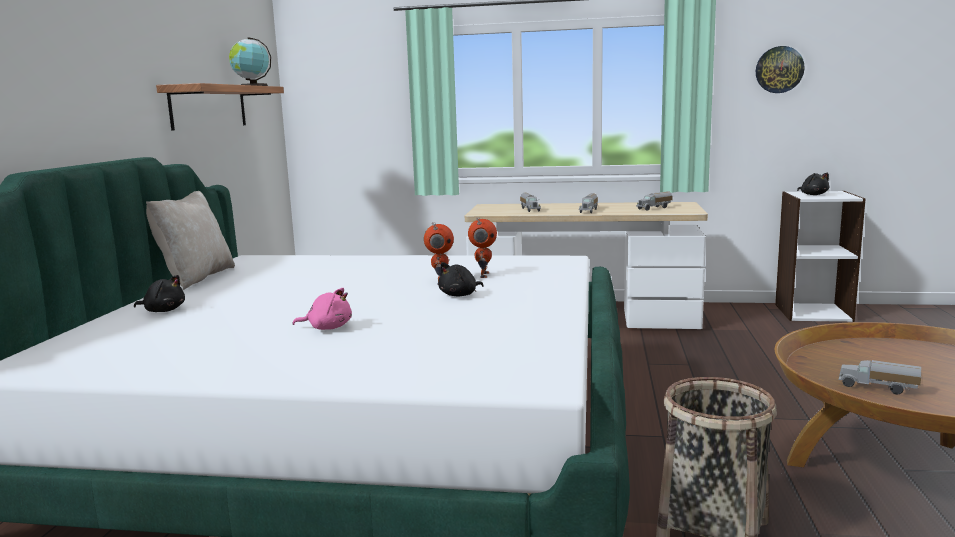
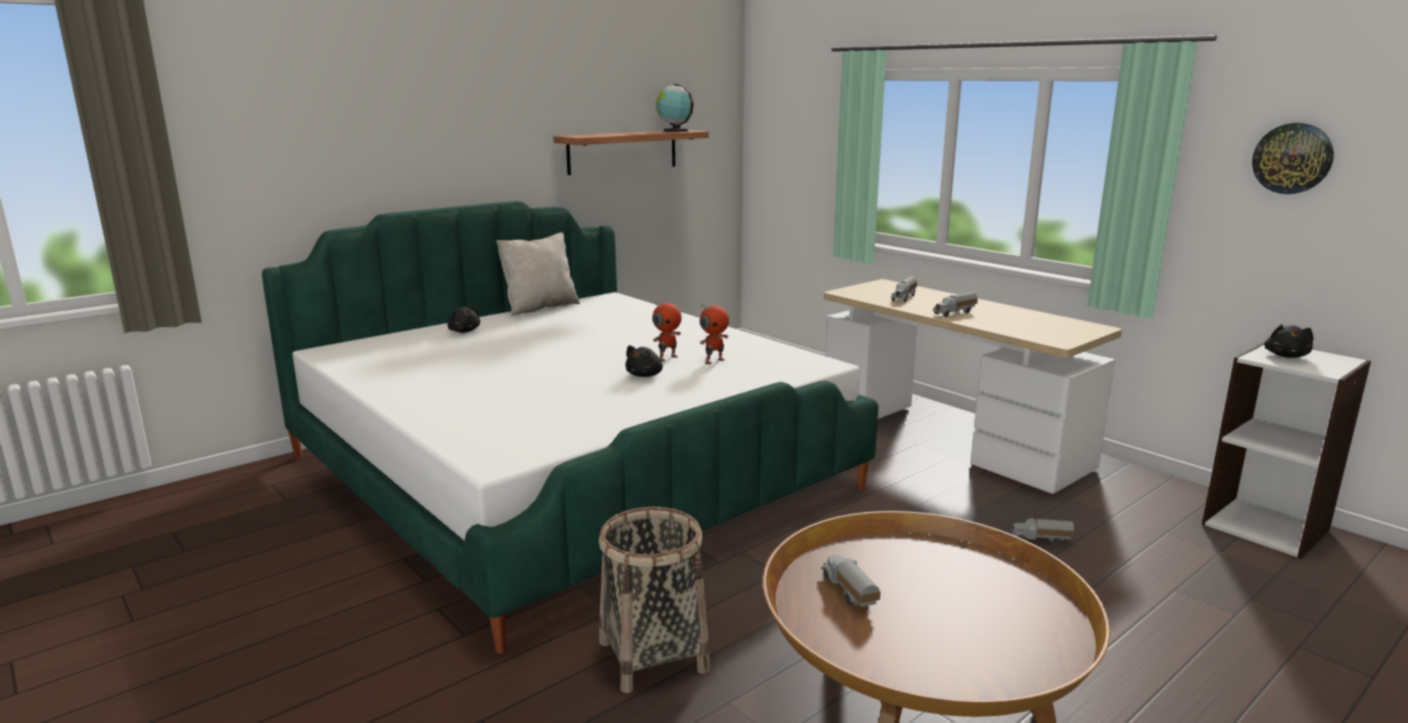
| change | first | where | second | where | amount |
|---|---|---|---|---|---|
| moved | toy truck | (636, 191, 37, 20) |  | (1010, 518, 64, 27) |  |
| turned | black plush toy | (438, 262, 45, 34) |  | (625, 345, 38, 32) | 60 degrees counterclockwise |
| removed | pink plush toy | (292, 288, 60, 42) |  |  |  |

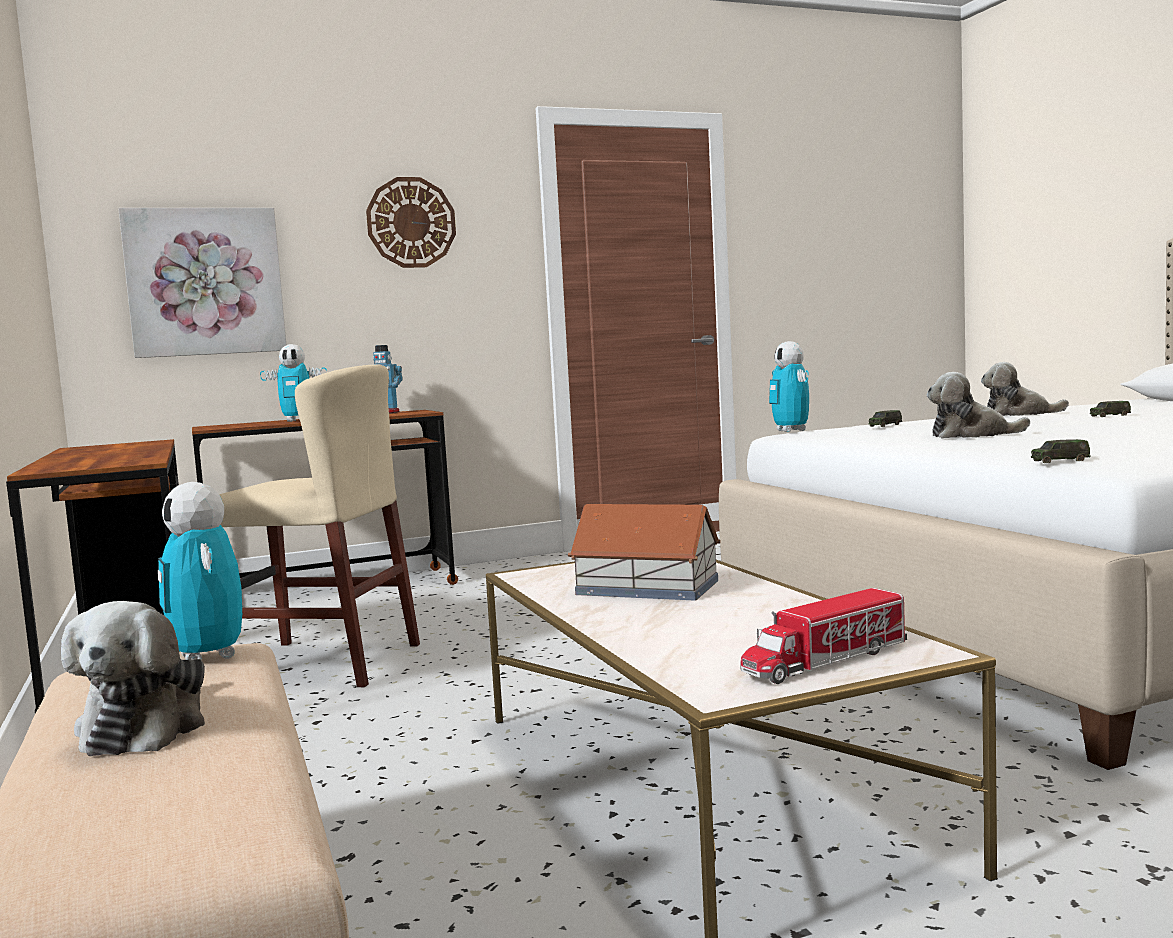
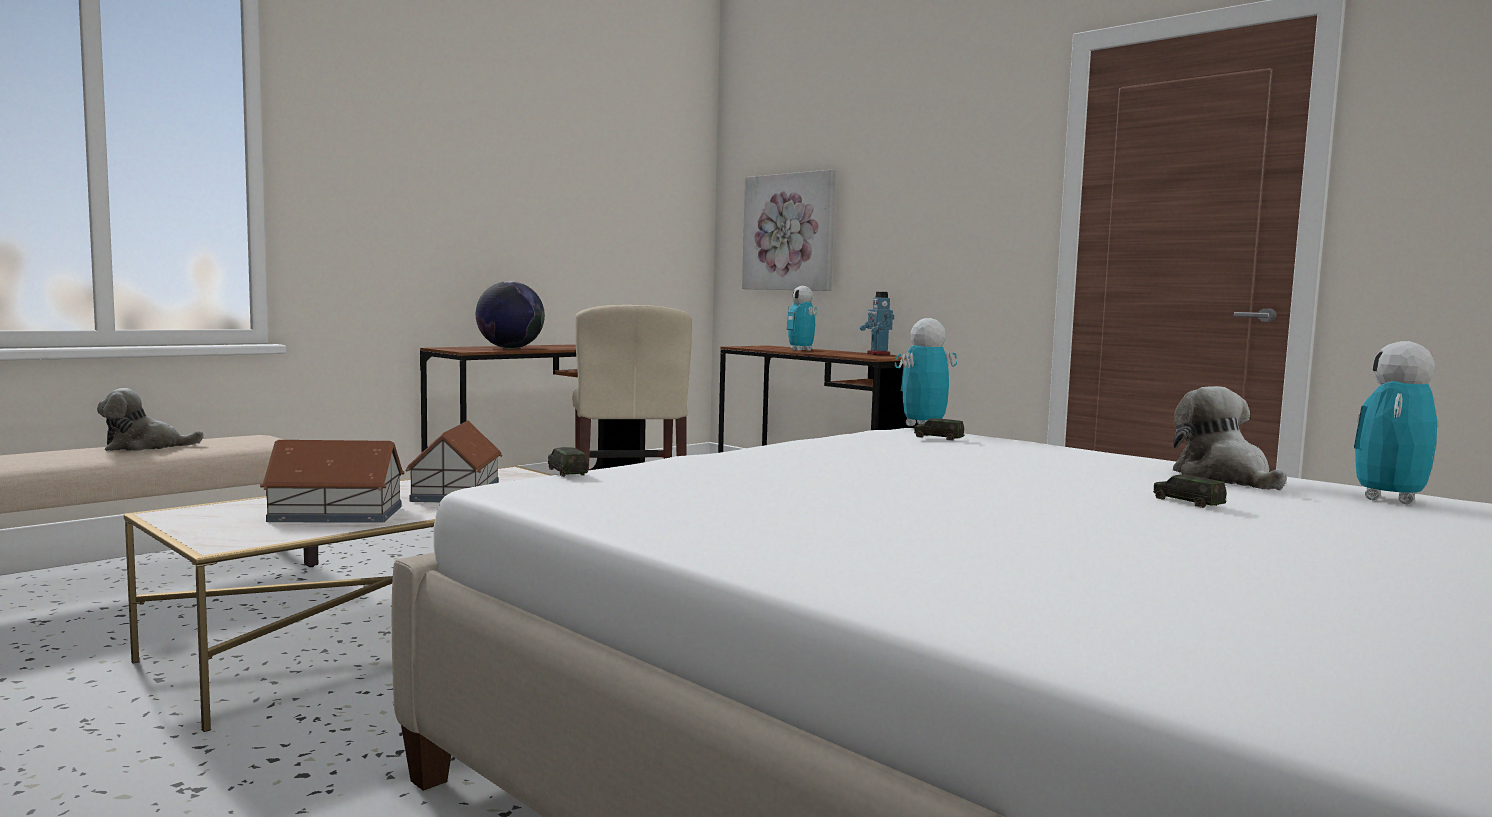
| change | first | where | second | where | amount |
|---|---|---|---|---|---|
| removed | wall clock | (366, 177, 90, 91) |  |  |  |
| removed | plush toy | (927, 372, 103, 66) |  |  |  |
| moved | toy robot | (158, 482, 84, 178) |  | (1354, 341, 83, 163) |  |
| removed | toy truck | (740, 588, 167, 96) |  |  |  |
| added |  |  | globe | (476, 281, 69, 68) |  |
| added |  |  | toy house | (260, 440, 145, 83) |  |

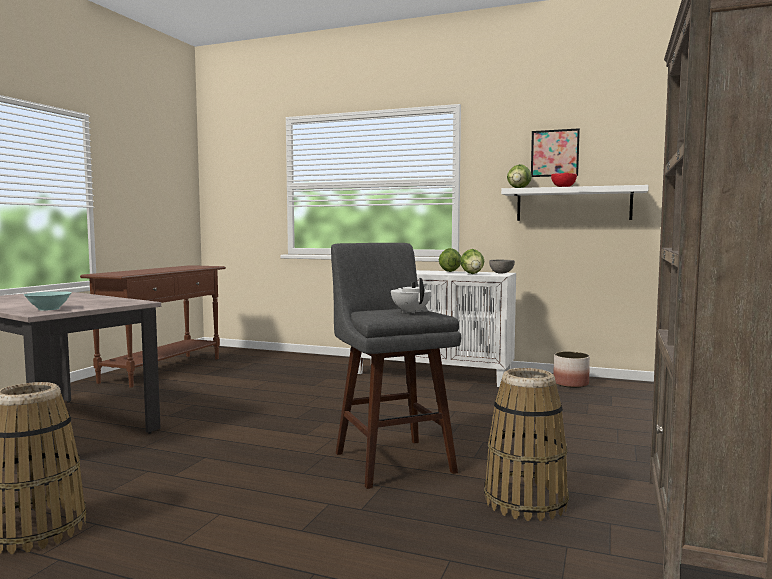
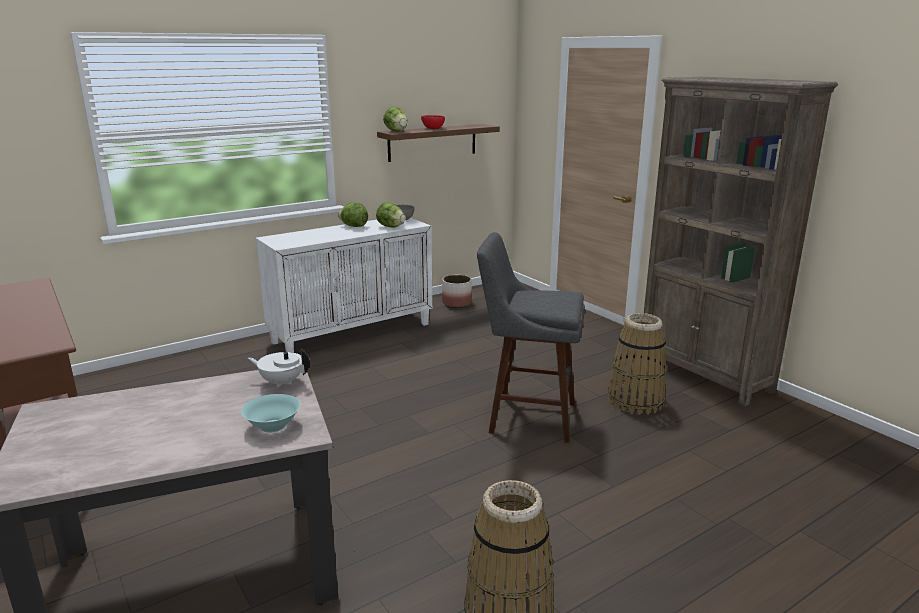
| change | first | where | second | where | amount |
|---|---|---|---|---|---|
| removed | picture | (531, 128, 49, 49) |  |  |  |
| recoloured | white shelf | (501, 185, 148, 36) | brown shelf | (377, 124, 123, 38) |  |
| moved | white teapot | (391, 278, 41, 35) |  | (248, 349, 62, 39) |  |

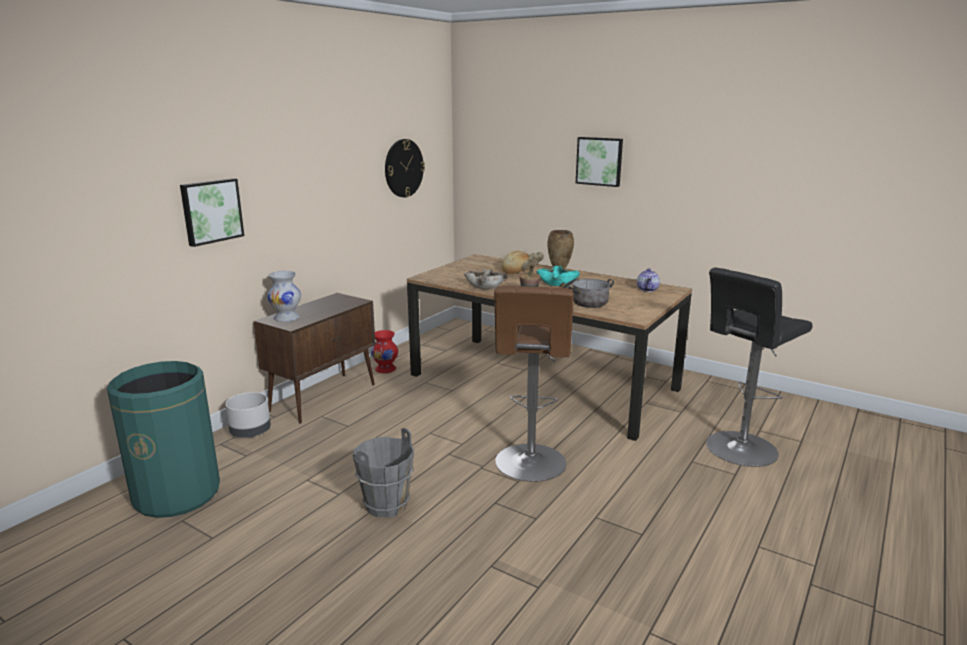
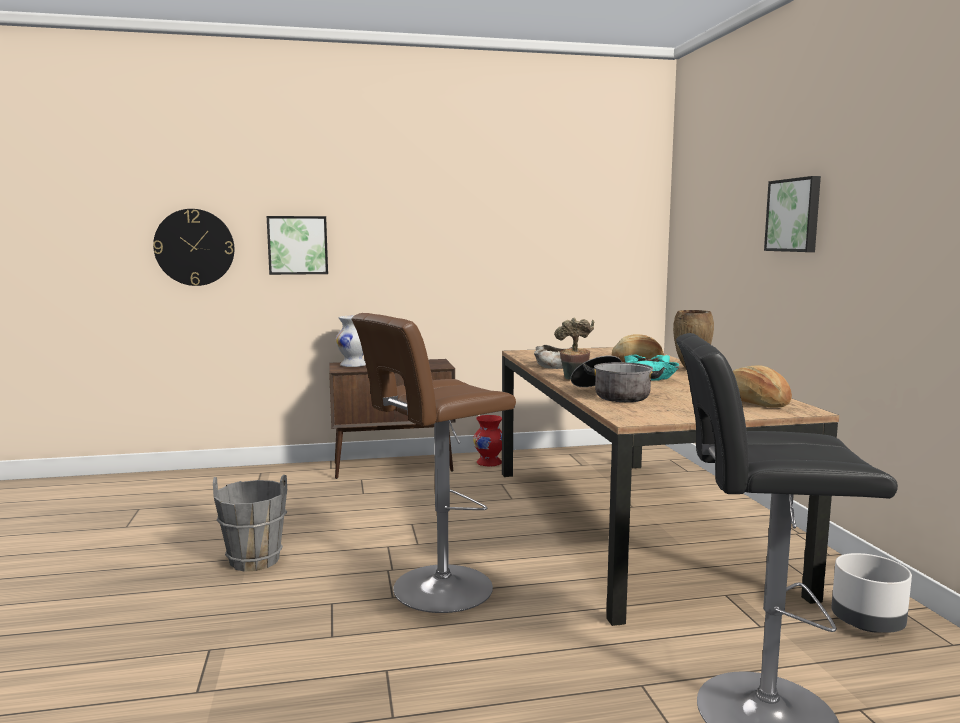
| change | first | where | second | where | amount |
|---|---|---|---|---|---|
| moved | wall clock | (385, 139, 40, 58) |  | (153, 209, 81, 77) |  |
| replaced | teapot | (637, 268, 23, 24) | bread | (733, 365, 59, 43) |  |
| removed | green trash can | (107, 361, 113, 157) |  |  |  |
| moved | grey planter | (225, 392, 46, 46) |  | (831, 553, 81, 80) |  |

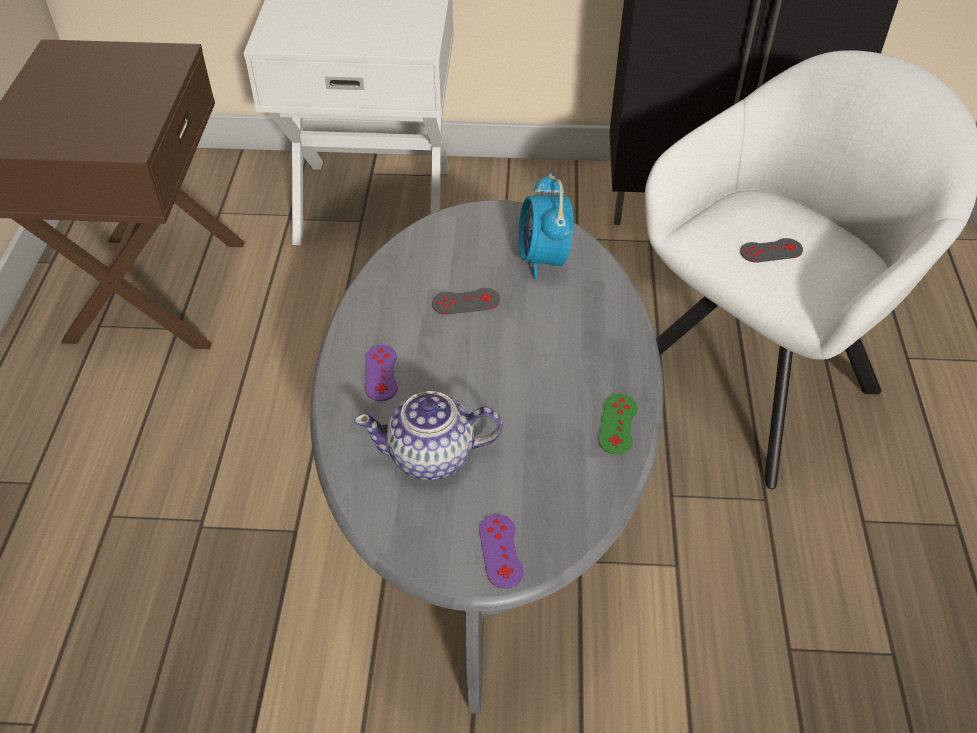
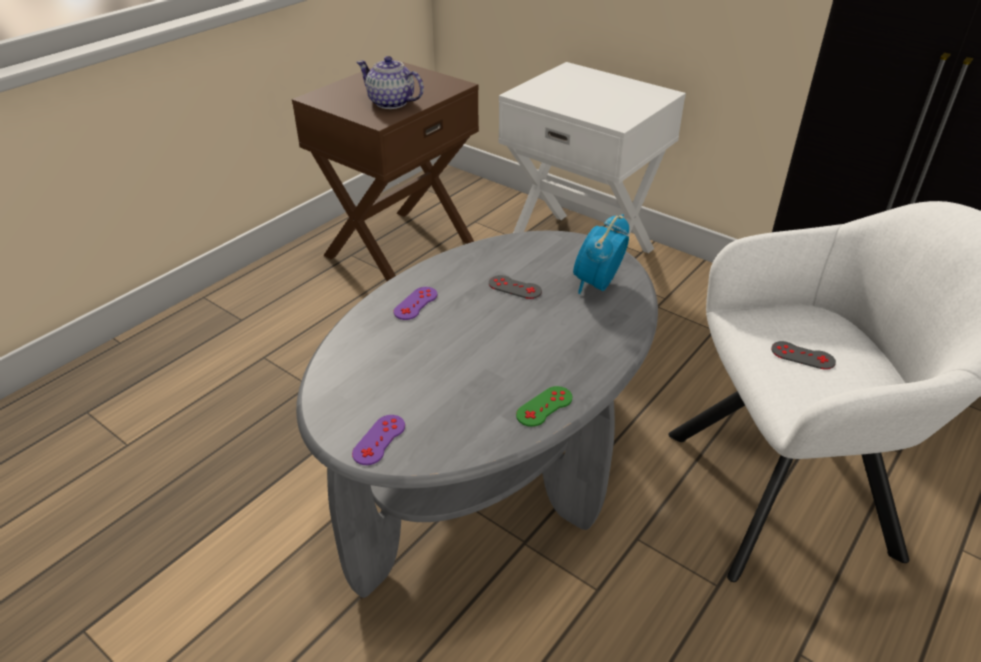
| change | first | where | second | where | amount |
|---|---|---|---|---|---|
| moved | teapot | (354, 391, 149, 89) |  | (357, 56, 67, 53) |  |

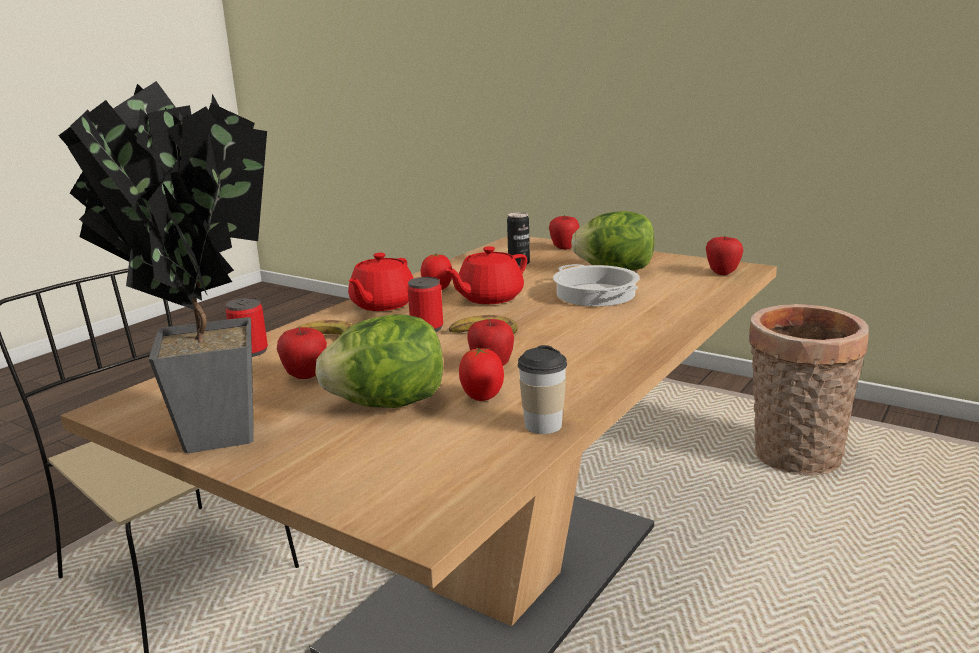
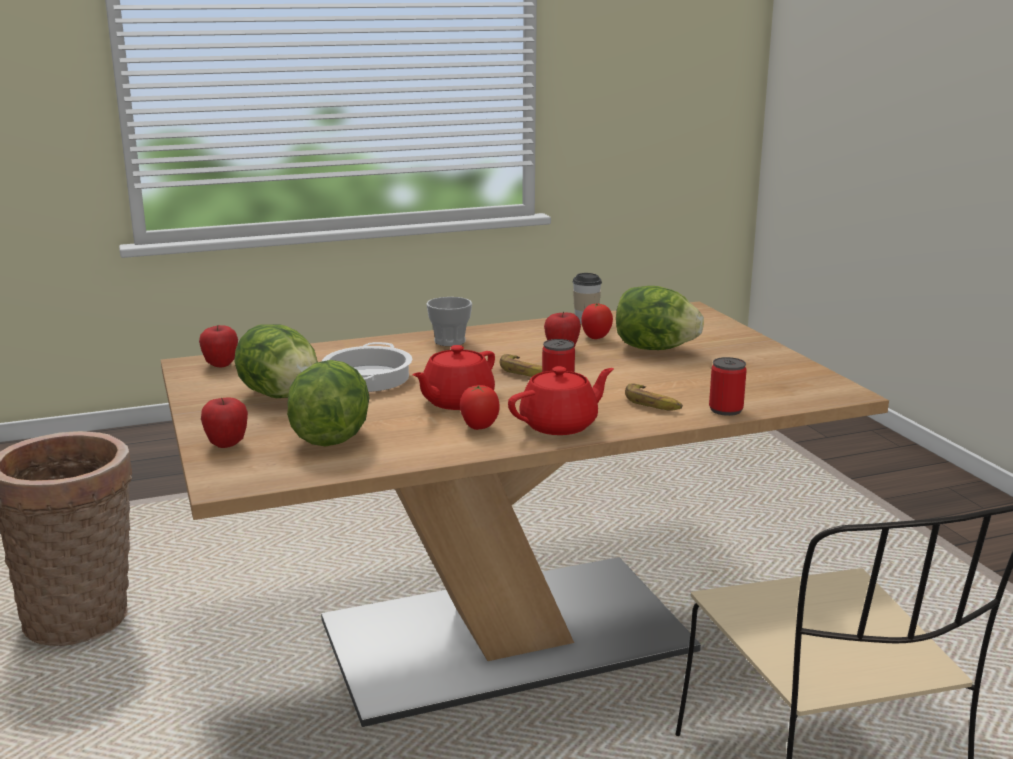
| change | first | where | second | where | amount |
|---|---|---|---|---|---|
| removed | potted plant | (58, 81, 209, 372) |  |  |  |
| replaced | can | (507, 212, 23, 54) | lettuce | (287, 360, 83, 87) |  |
| turned | red teapot | (444, 246, 83, 58) |  | (412, 345, 83, 65) | 135 degrees clockwise |
| removed | apple | (277, 327, 50, 52) |  |  |  |
| added |  |  | cup | (426, 297, 46, 49) |  |

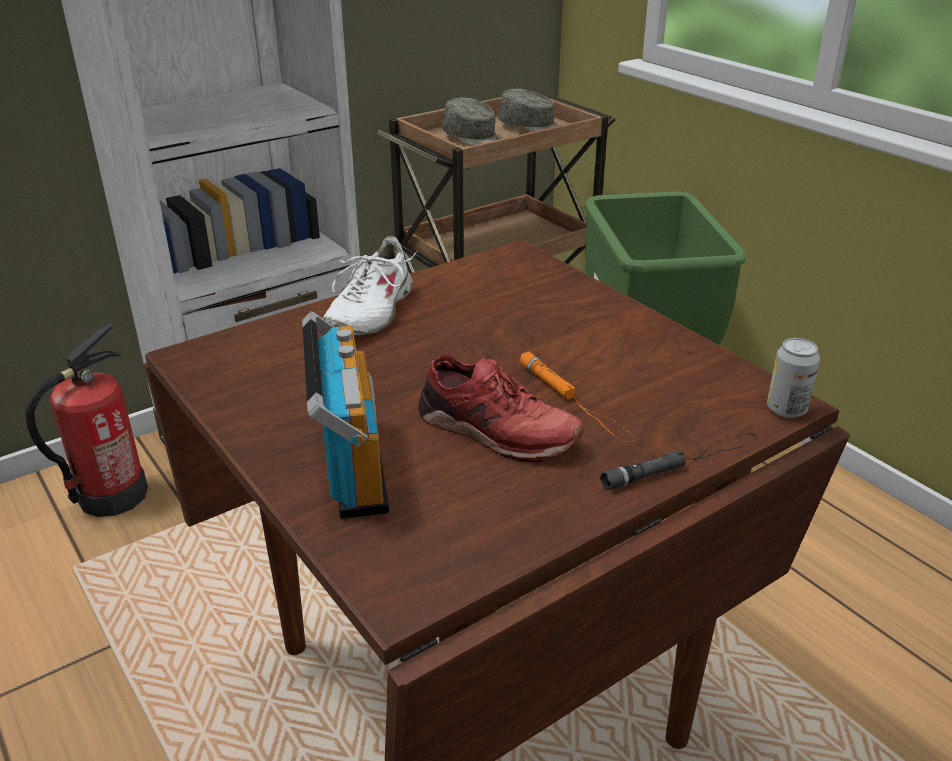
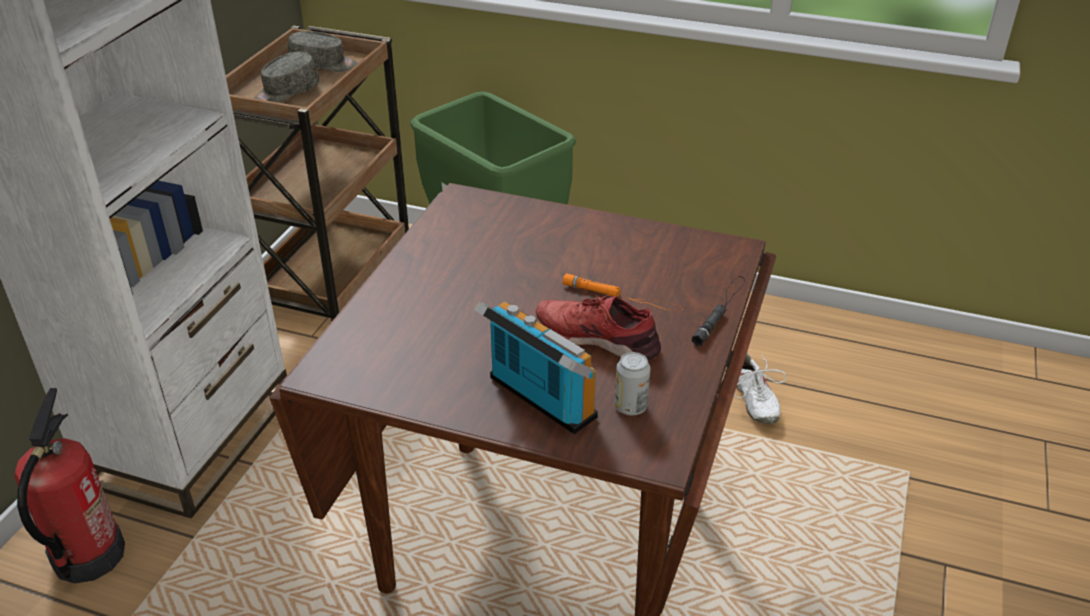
| change | first | where | second | where | amount |
|---|---|---|---|---|---|
| turned | grey cap | (443, 98, 57, 48) |  | (254, 52, 65, 51) | 120 degrees clockwise |
| moved | white shoe | (323, 236, 95, 99) |  | (723, 353, 63, 71) |  |
| moved | can | (767, 338, 53, 80) |  | (615, 352, 36, 63) |  |
| turned | red shoe | (418, 353, 166, 110) |  | (535, 295, 126, 68) | 150 degrees counterclockwise |

